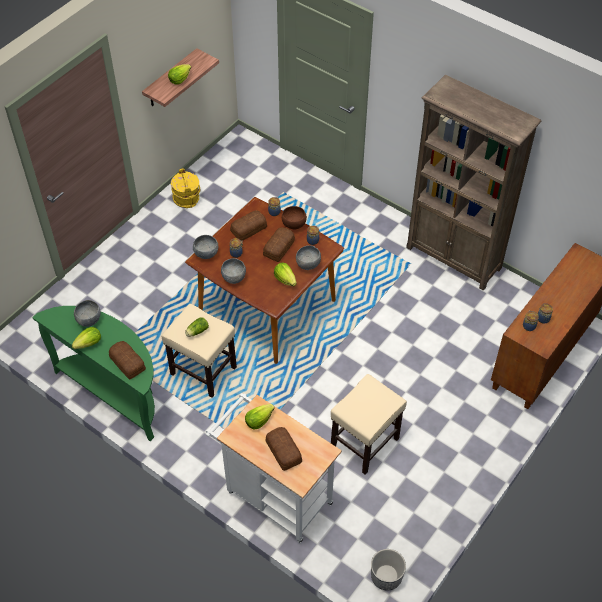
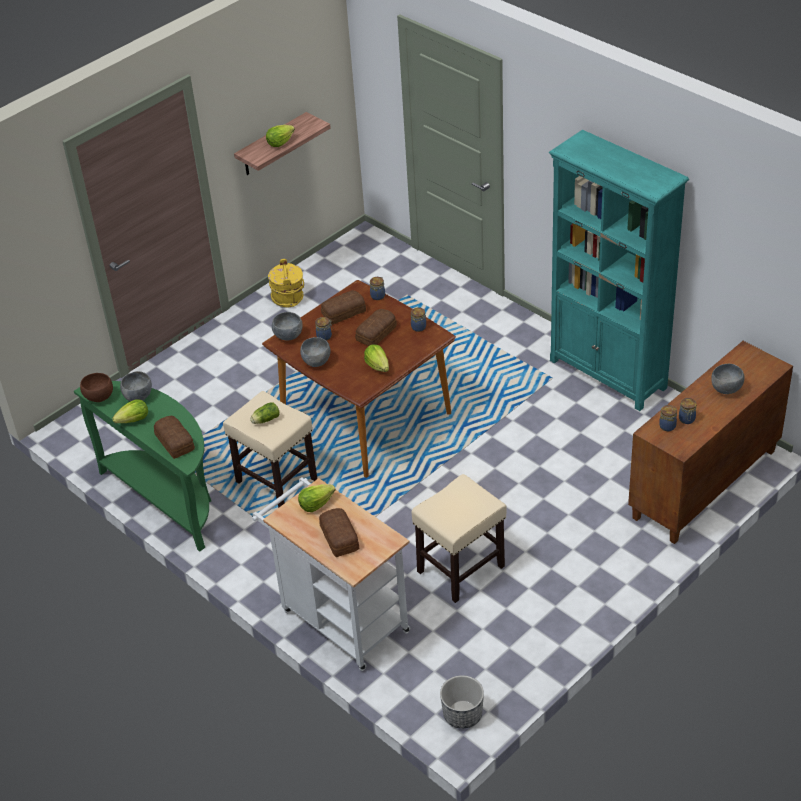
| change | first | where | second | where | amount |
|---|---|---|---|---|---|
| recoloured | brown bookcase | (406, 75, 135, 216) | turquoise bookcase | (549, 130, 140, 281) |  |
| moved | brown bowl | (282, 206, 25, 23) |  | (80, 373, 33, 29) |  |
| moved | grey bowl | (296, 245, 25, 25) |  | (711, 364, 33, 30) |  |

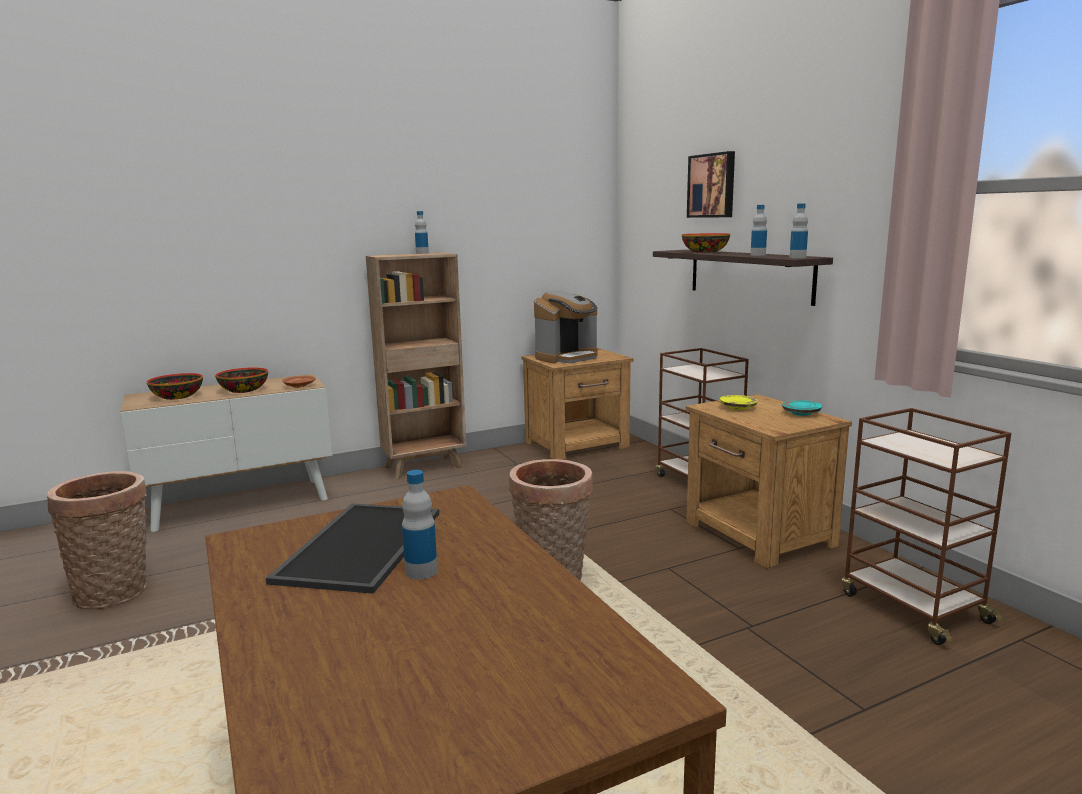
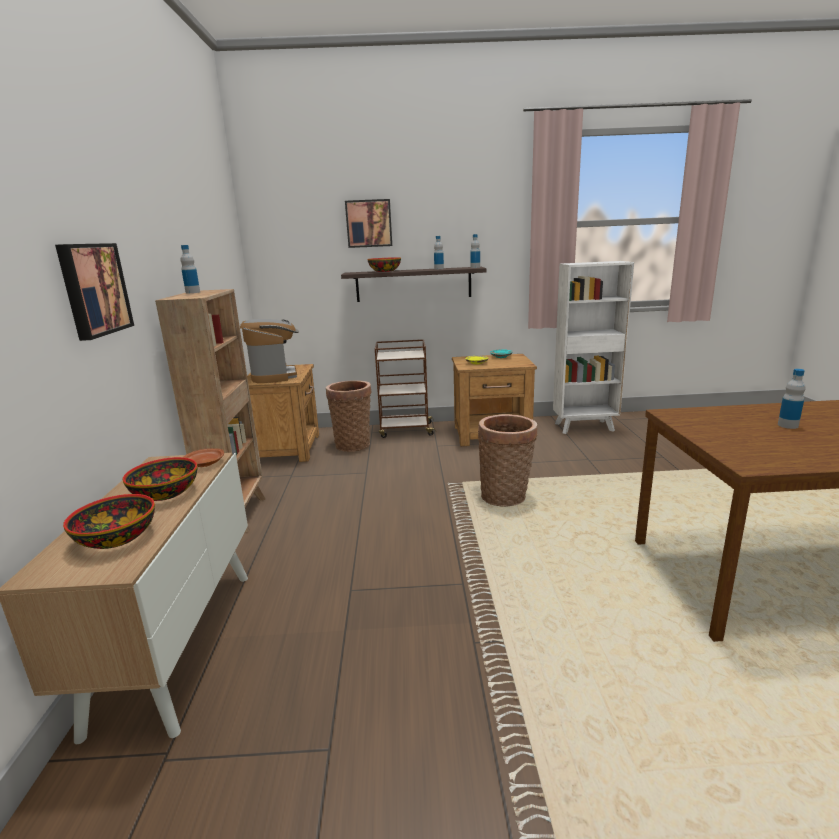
| change | first | where | second | where | amount |
|---|---|---|---|---|---|
| replaced | brown cart | (841, 408, 170, 237) | white bookcase | (553, 261, 81, 173) |  |
| moved | basket | (47, 471, 100, 139) |  | (326, 380, 45, 72) |  |
| removed | tray | (266, 503, 173, 91) |  |  |  |
| added |  |  | picture | (55, 243, 79, 98) |  |

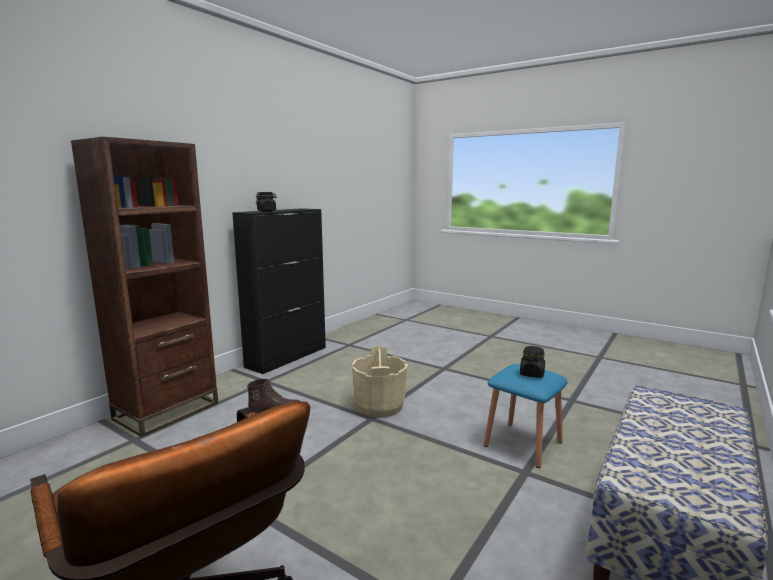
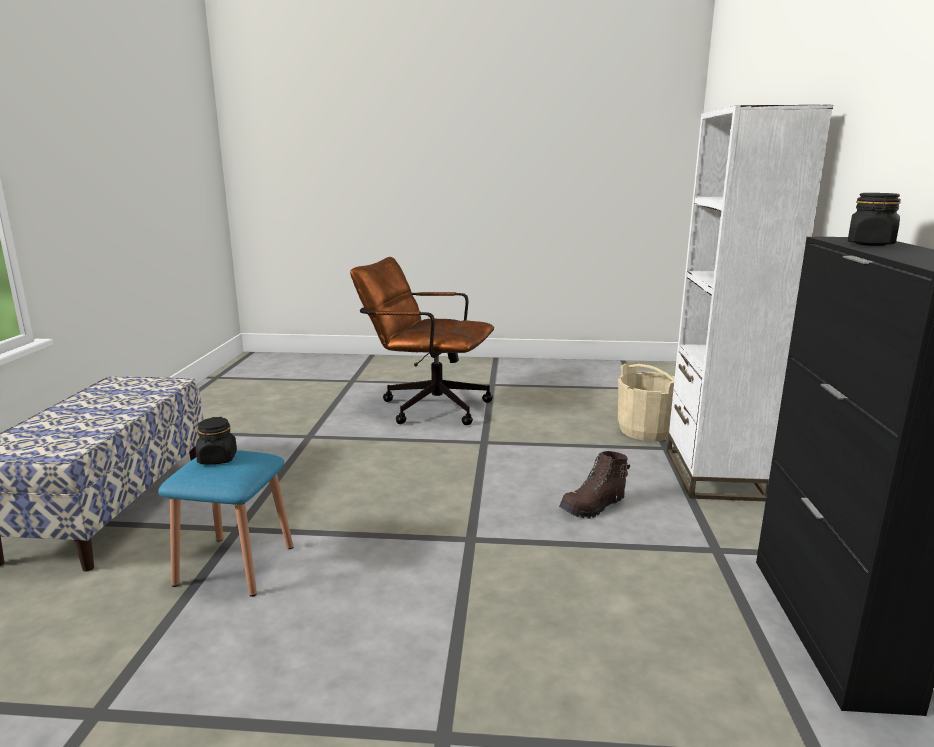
| change | first | where | second | where | amount |
|---|---|---|---|---|---|
| recoloured | brown bookcase | (71, 137, 147, 300) | white bookcase | (667, 105, 166, 396) |  |
| moved | beige bucket | (352, 346, 56, 72) |  | (618, 363, 57, 78) |  |

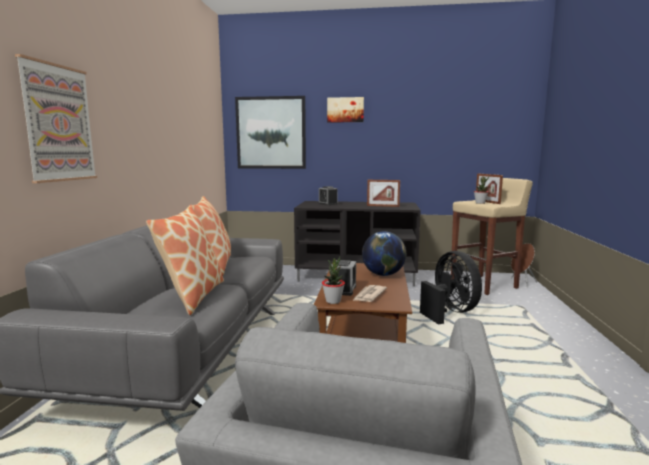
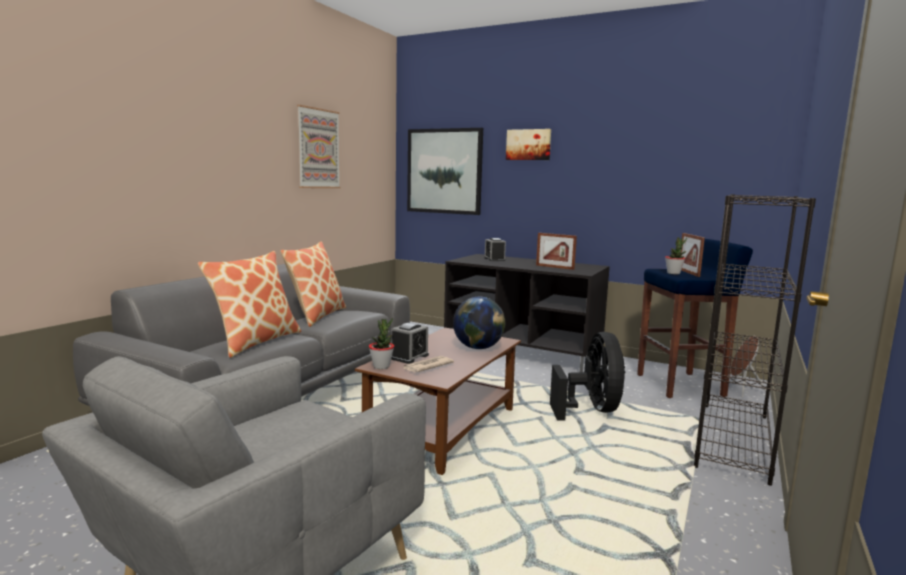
| change | first | where | second | where | amount |
|---|---|---|---|---|---|
| moved | picture | (15, 54, 82, 129) |  | (297, 105, 43, 83) |  |
| recoloured | beige stool | (451, 178, 82, 117) | blue stool | (637, 239, 116, 159) |  |
| added |  |  | black bookcase | (694, 194, 122, 292) |  |

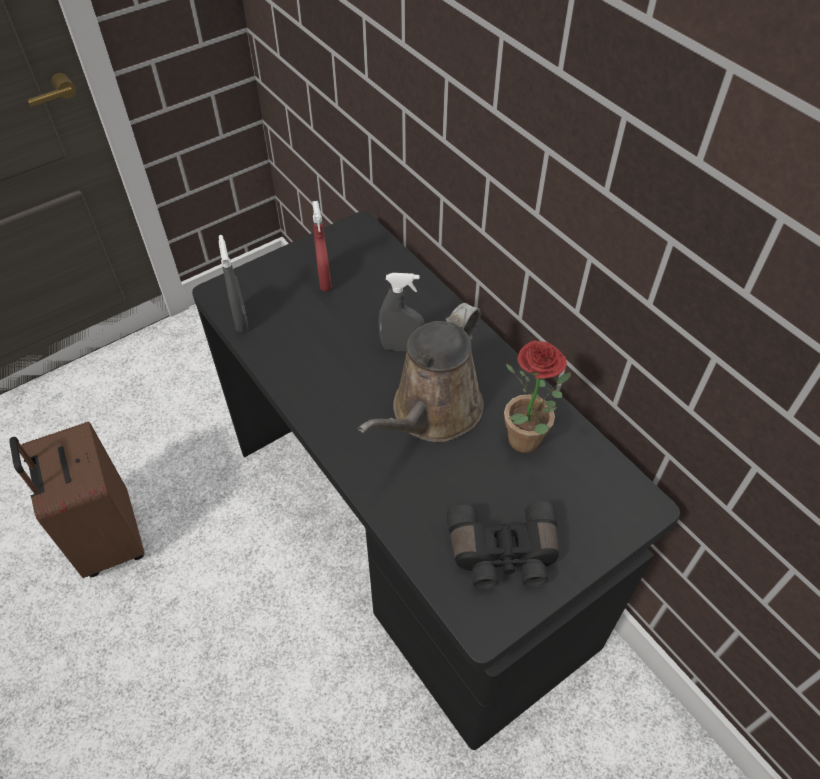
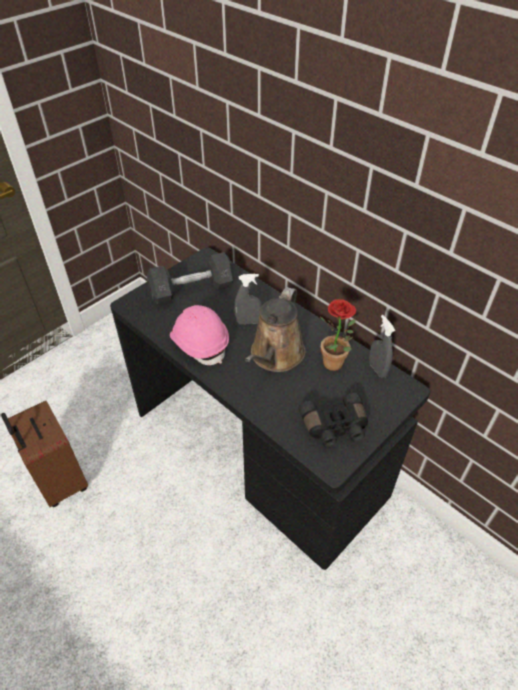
| change | first | where | second | where | amount |
|---|---|---|---|---|---|
| replaced | red spray bottle | (313, 201, 19, 90) | grey dumbbell | (147, 252, 88, 52) |  |
| moved | grey spray bottle | (219, 235, 29, 97) |  | (369, 315, 26, 63) |  |
| added |  |  | pink hard hat | (170, 305, 59, 60) |  |

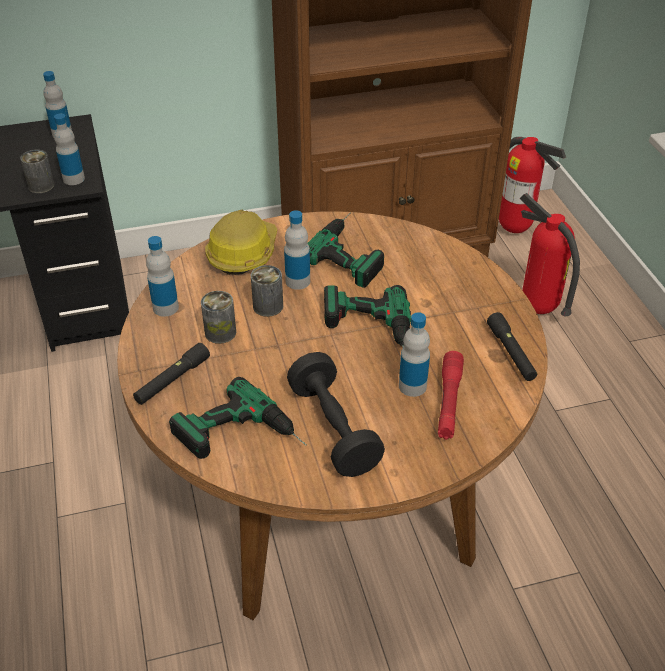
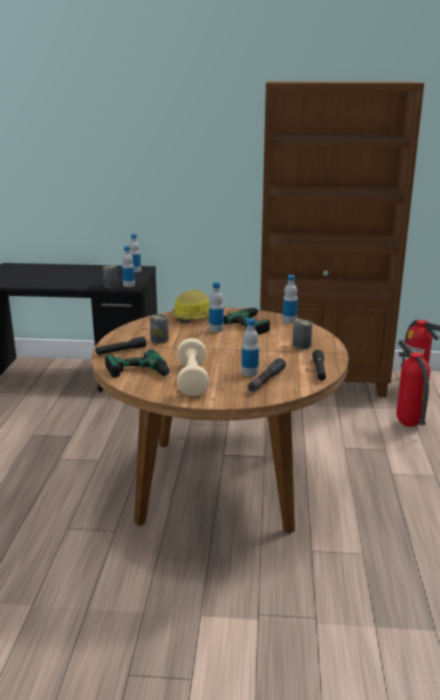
| change | first | where | second | where | amount |
|---|---|---|---|---|---|
| moved | bottle | (146, 236, 33, 81) |  | (282, 275, 16, 48) |  |
| moved | can | (251, 265, 32, 52) |  | (293, 319, 19, 30) |  |
| removed | power drill | (324, 285, 87, 62) |  |  |  |
| recoloured | red flashlight | (438, 351, 26, 89) | black flashlight | (248, 358, 38, 34) |  |
| recoloured | black dumbbell | (287, 352, 98, 125) | beige dumbbell | (177, 338, 32, 59) |  |

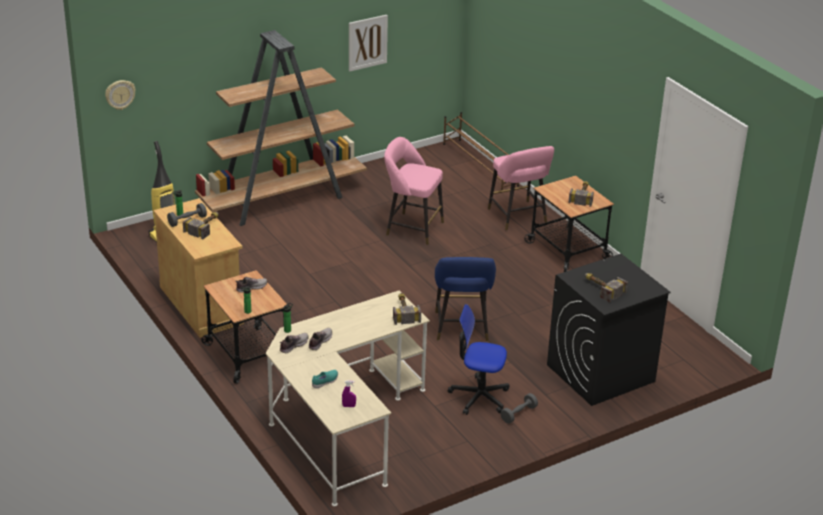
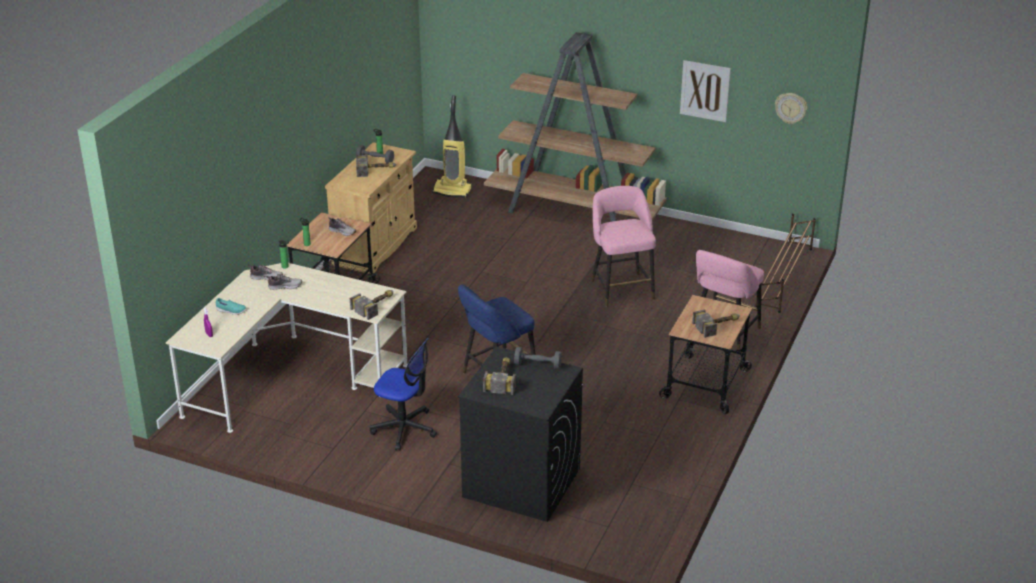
| change | first | where | second | where | amount |
|---|---|---|---|---|---|
| moved | wall clock | (105, 80, 31, 30) |  | (775, 93, 33, 31) |  |
| turned | office chair | (448, 304, 62, 111) |  | (370, 338, 67, 112) | 135 degrees clockwise |
| moved | grey dumbbell | (501, 393, 37, 31) |  | (514, 347, 48, 22) |  |

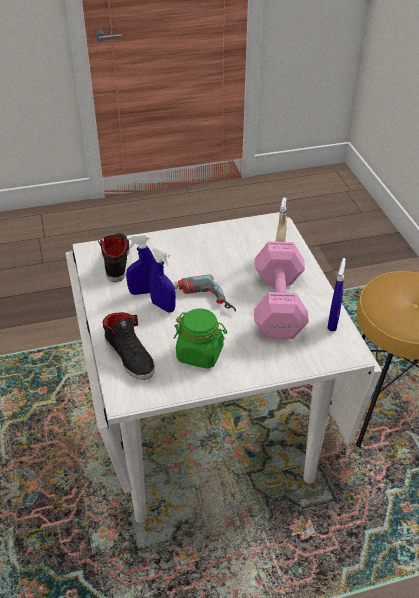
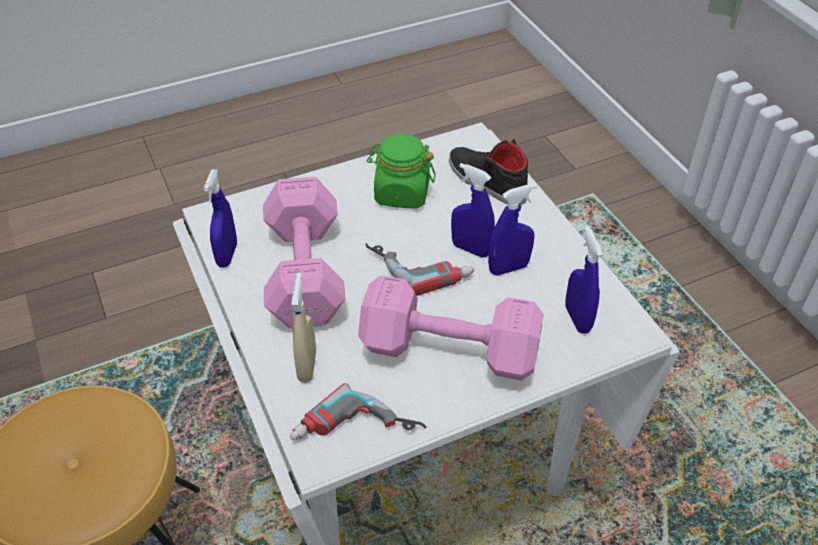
| change | first | where | second | where | amount |
|---|---|---|---|---|---|
| replaced | black shoe | (98, 233, 32, 49) | blue spray bottle | (565, 226, 38, 107) |  |
| added |  |  | pink dumbbell | (358, 275, 186, 105) |  |
| added |  |  | power drill | (290, 383, 137, 57) |  |

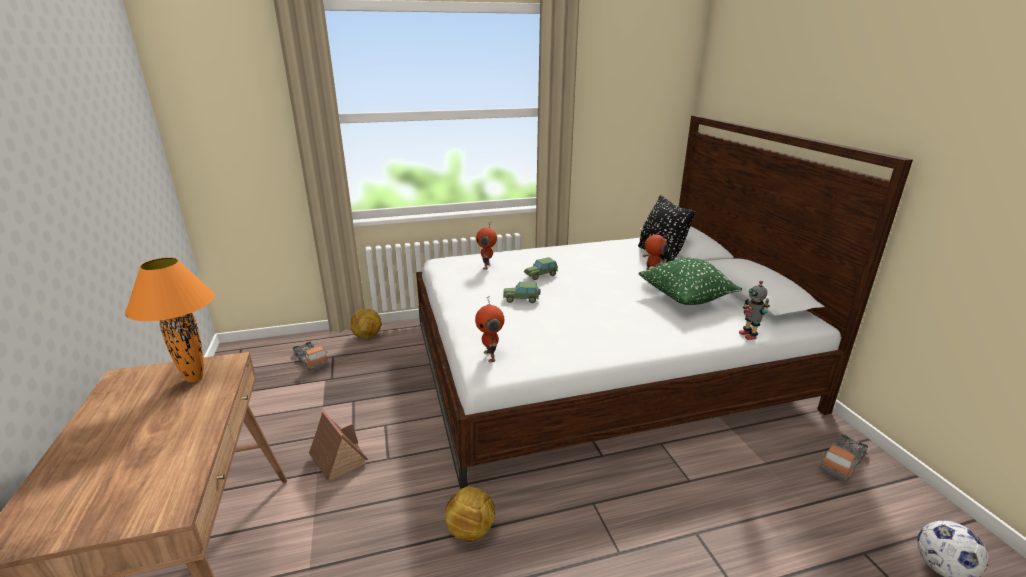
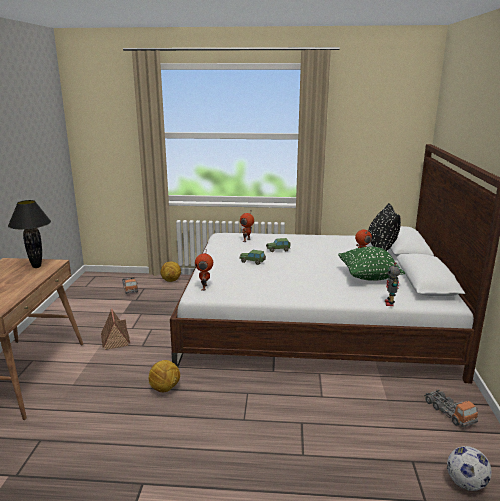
| change | first | where | second | where | amount |
|---|---|---|---|---|---|
| recoloured | orange table lamp | (125, 257, 90, 125) | black table lamp | (8, 200, 43, 68) |  |
| turned | toy truck | (819, 434, 49, 48) |  | (424, 389, 54, 38) | 90 degrees counterclockwise |

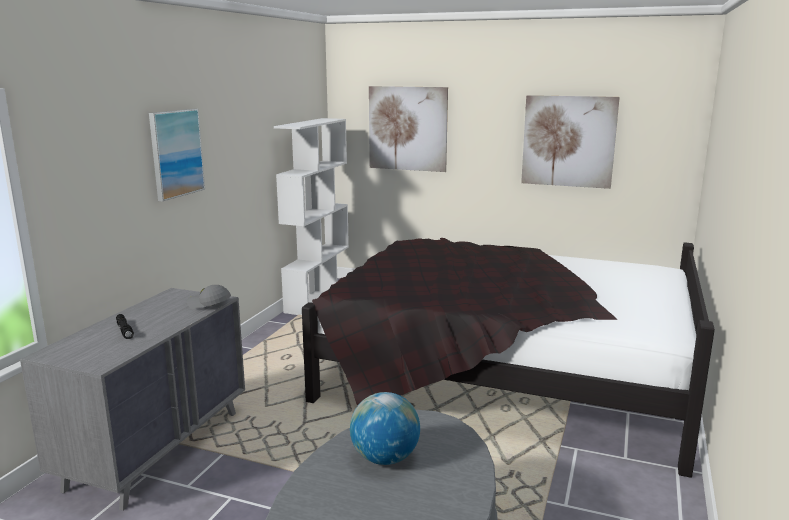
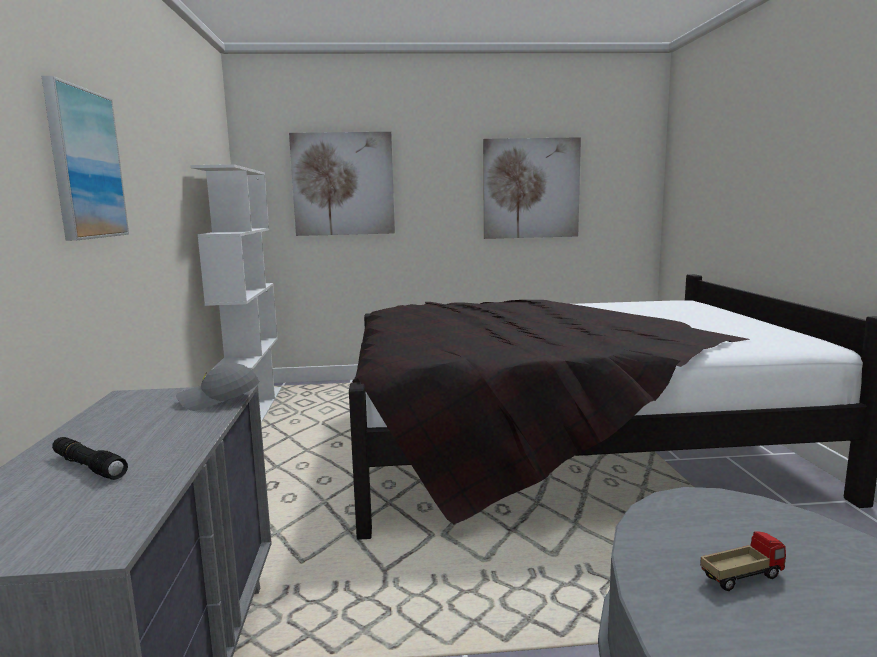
| change | first | where | second | where | amount |
|---|---|---|---|---|---|
| replaced | globe | (350, 392, 70, 73) | toy truck | (700, 532, 86, 59) |  |

